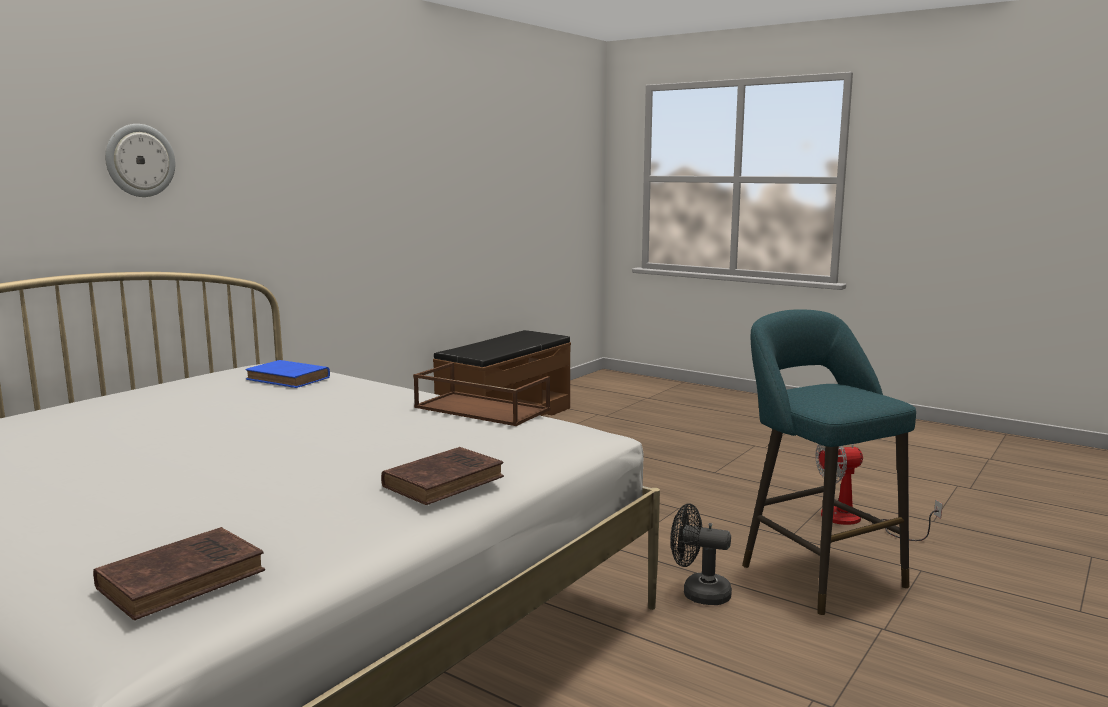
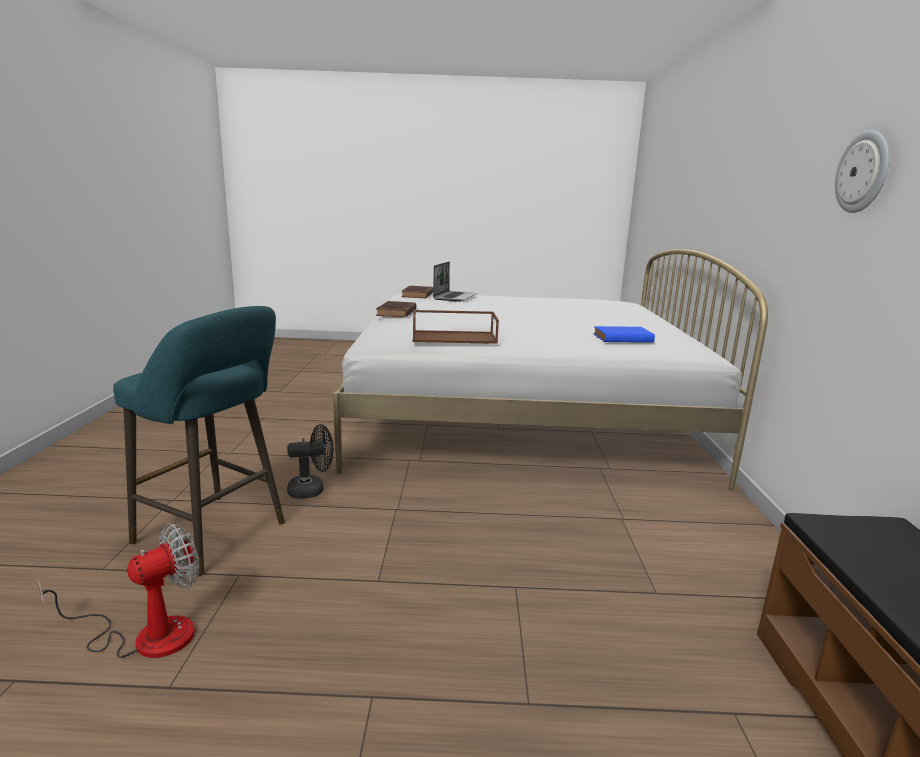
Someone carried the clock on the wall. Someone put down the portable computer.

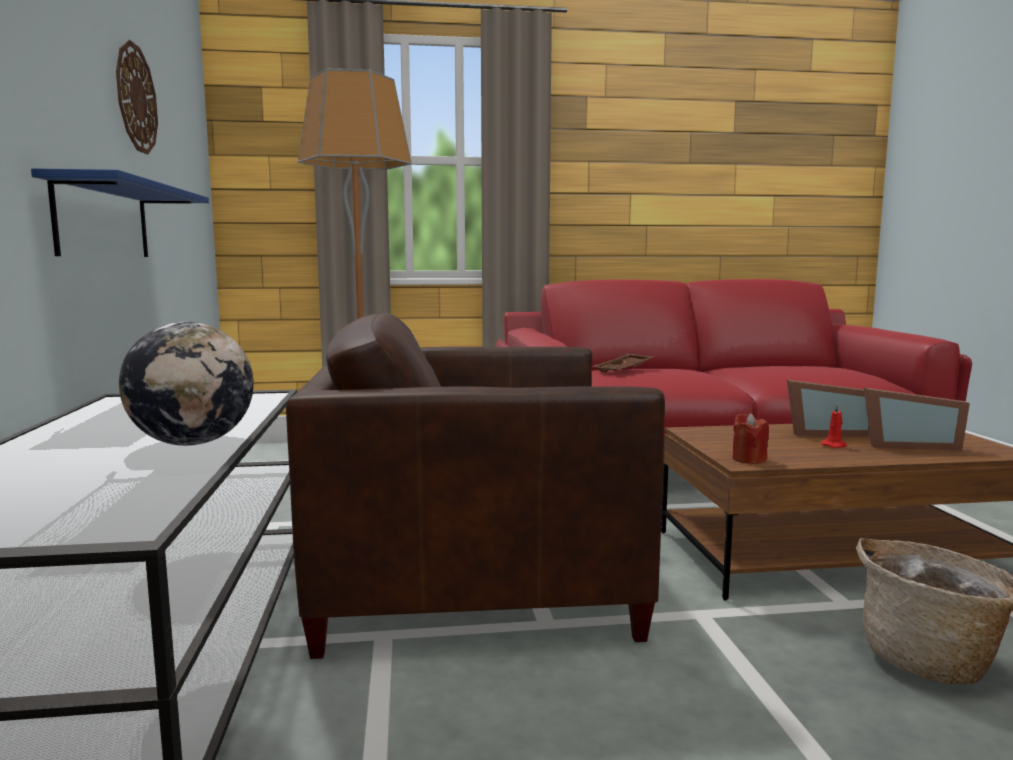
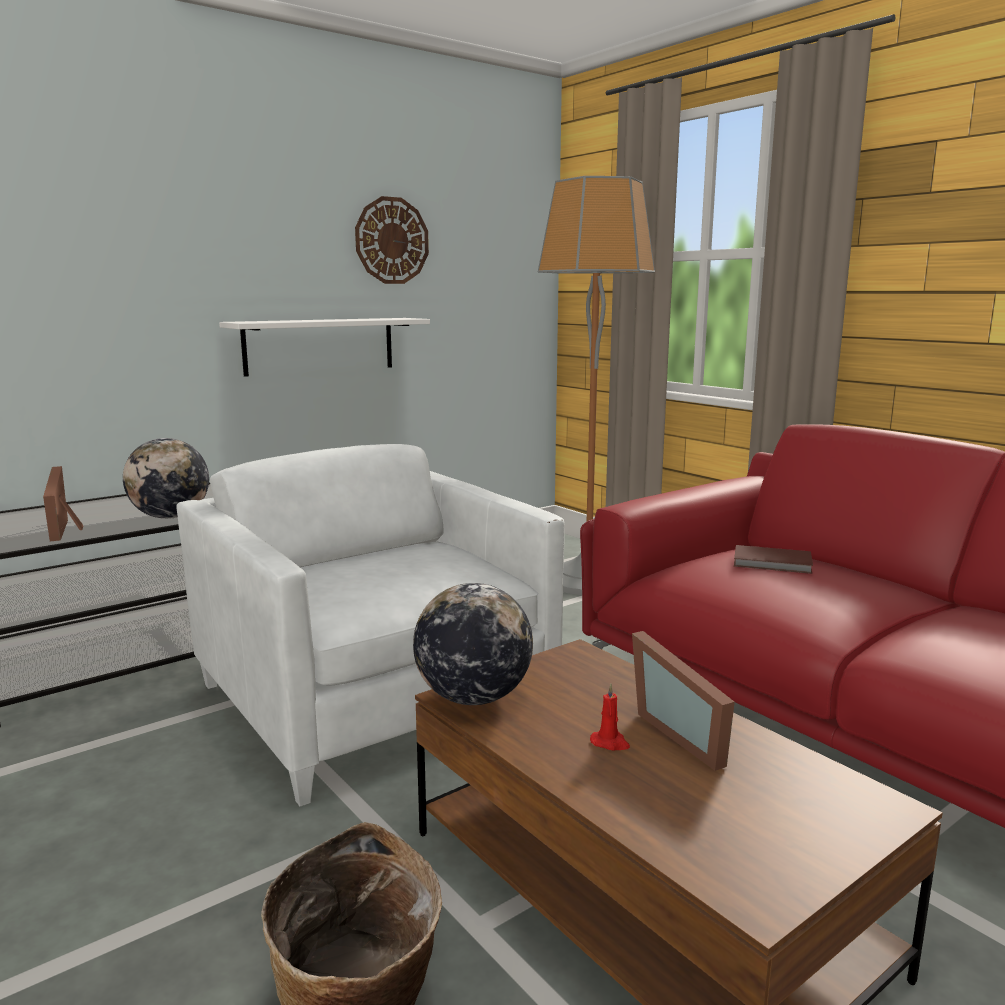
Someone repainted the shelf in blue, which became the shelf in white-coloured. Someone repainted the easy chair in brown-coloured, which became the easy chair in white-coloured. Someone swapped the tray in brown-coloured for the volume in brown-coloured. Someone carried the photo frame (2nd from left in the first image). Someone swapped the wax light in red-coloured (1st from left) for the desk globe (2nd from left).

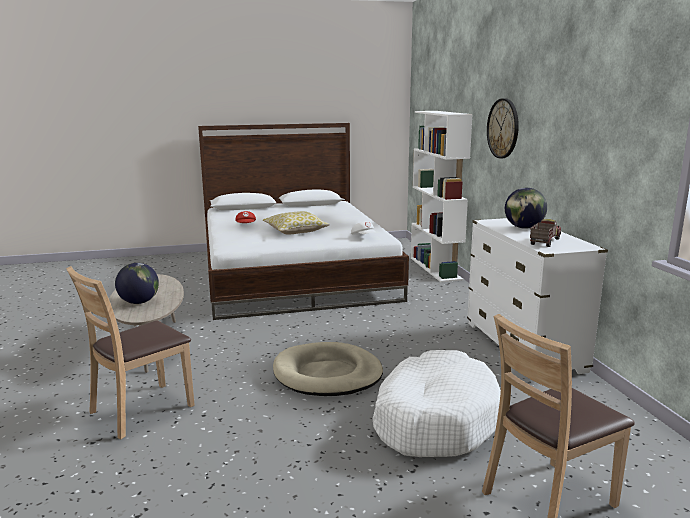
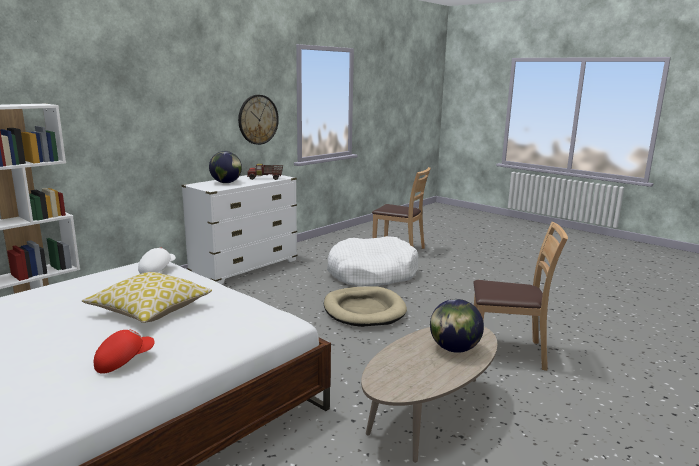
Someone carried the clock on the wall.

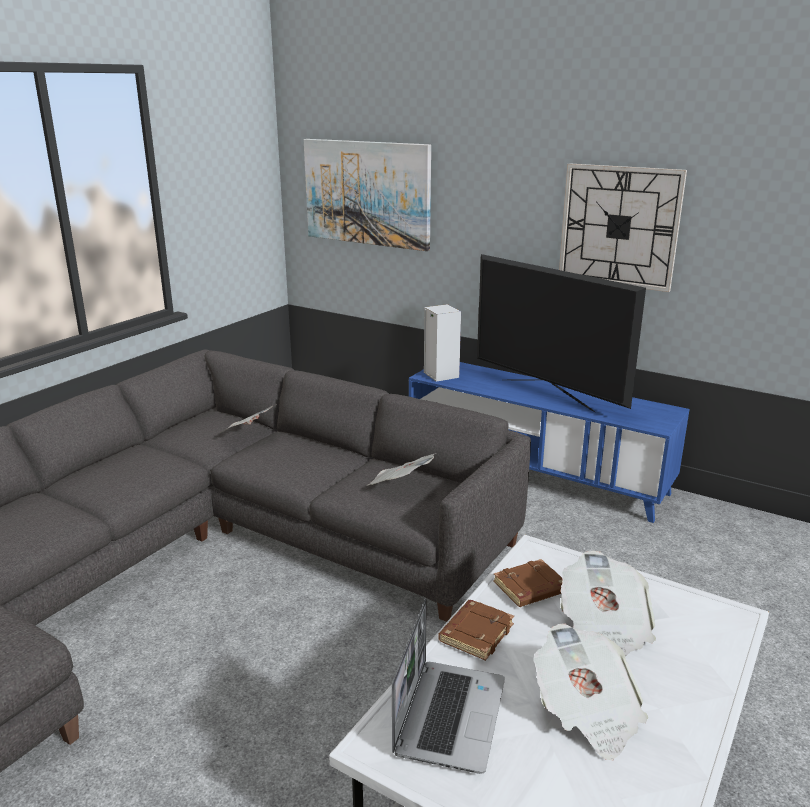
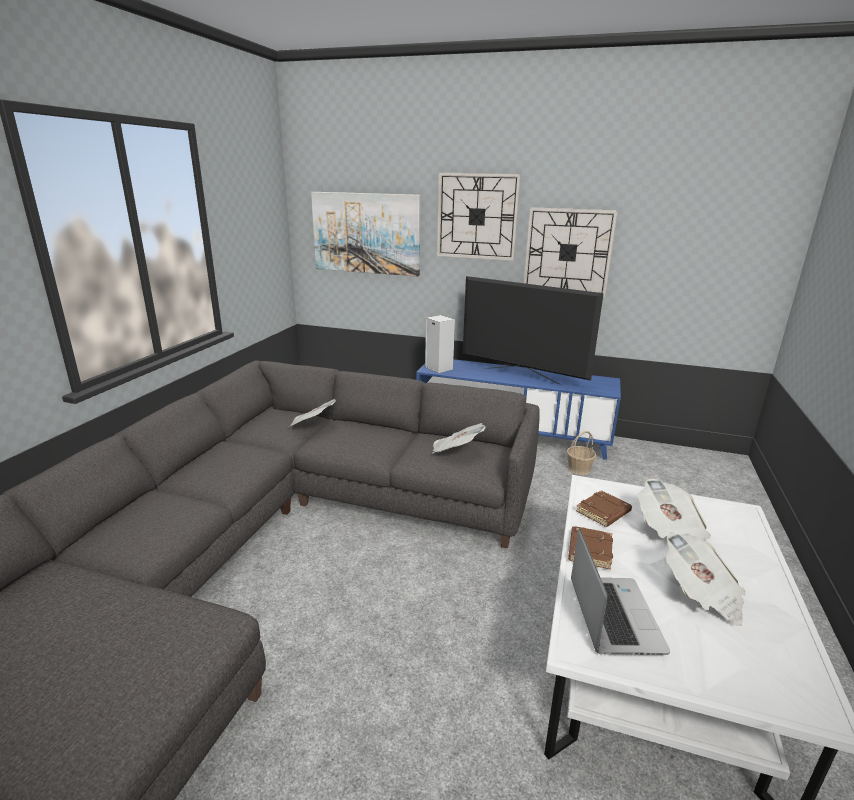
Someone put up the clock on the wall (1st from left). Someone put down the storage basket.

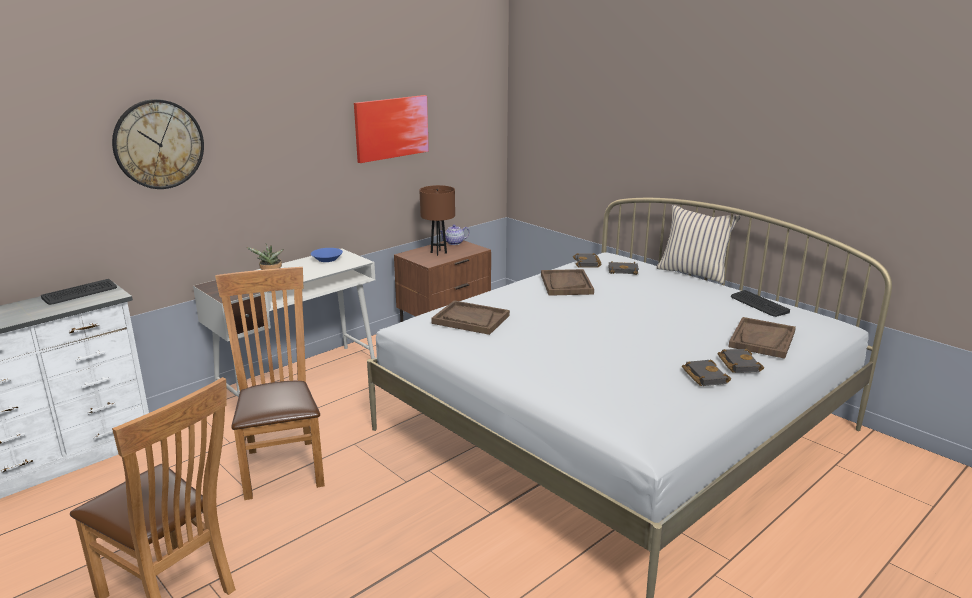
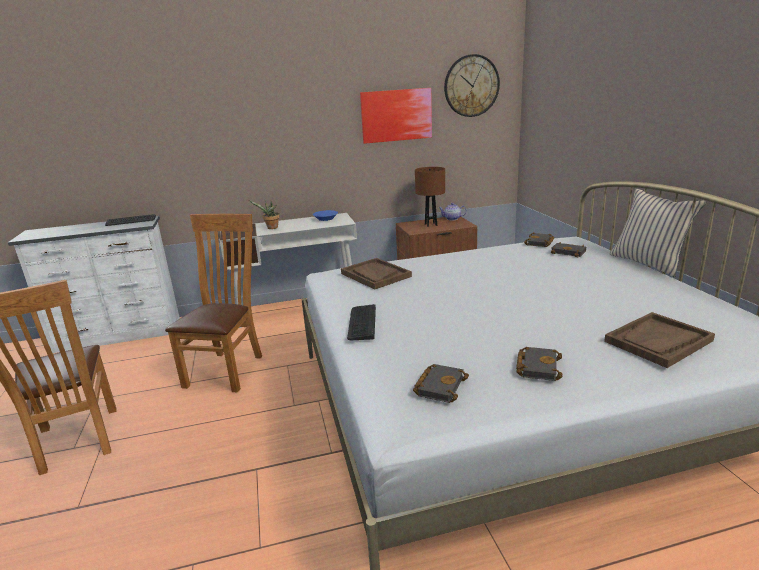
Someone carried the clock on the wall. Someone took away the tray in brown-coloured (2nd from left). Someone carried the keyboard (2nd from left). Someone carried the volume in black-coloured (4th from left in the first image).

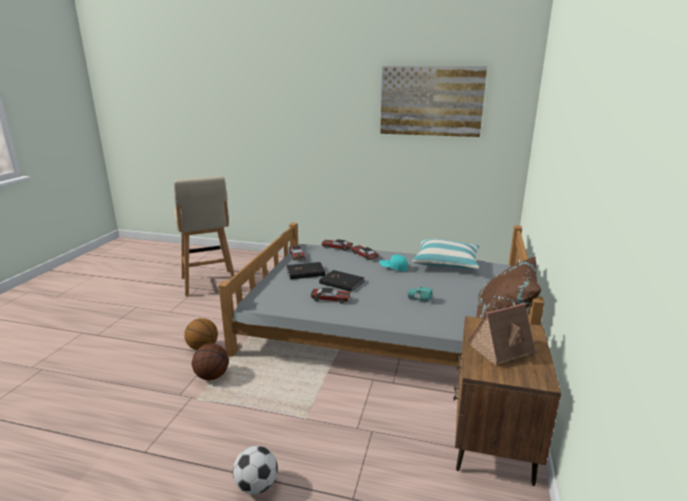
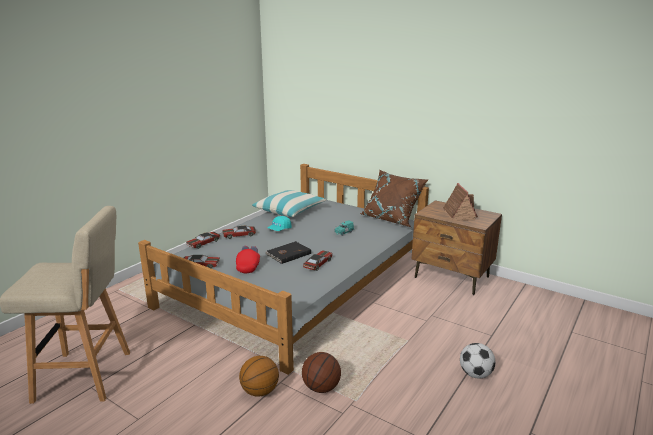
Someone took away the picture. Someone swapped the volume in black-coloured (1st from left) for the cap in red-coloured.

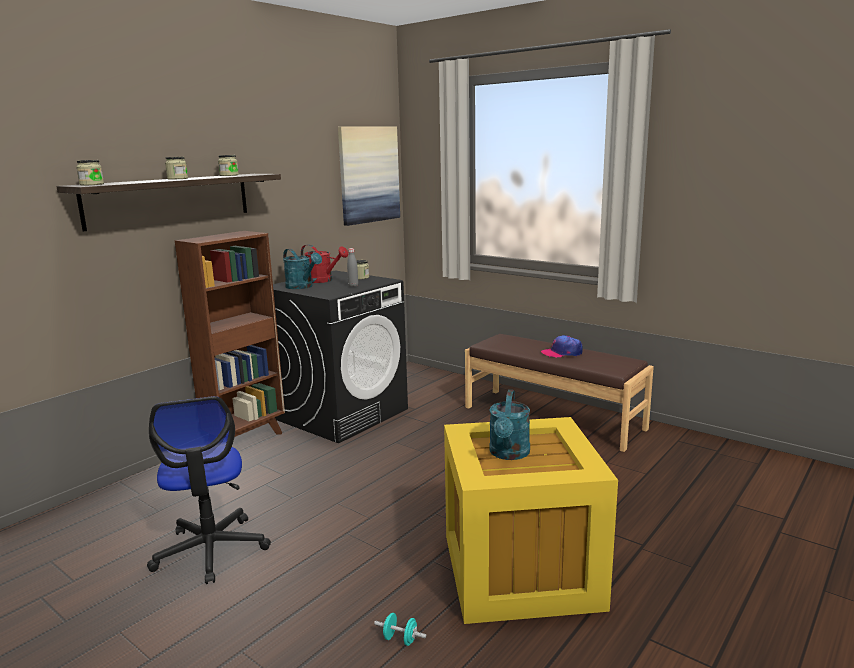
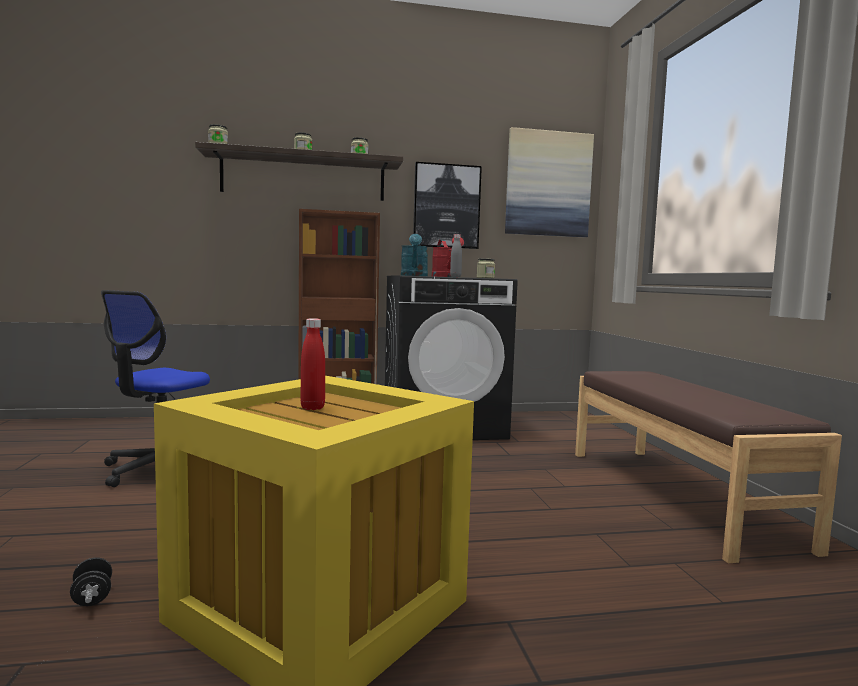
Someone took away the cap. Someone swapped the watering can in turquoise-coloured (2nd from left) for the beverage bottle in red-coloured. Someone repainted the hand weight in turquoise-coloured, which became the hand weight in black-coloured. Someone put up the picture (1st from left).

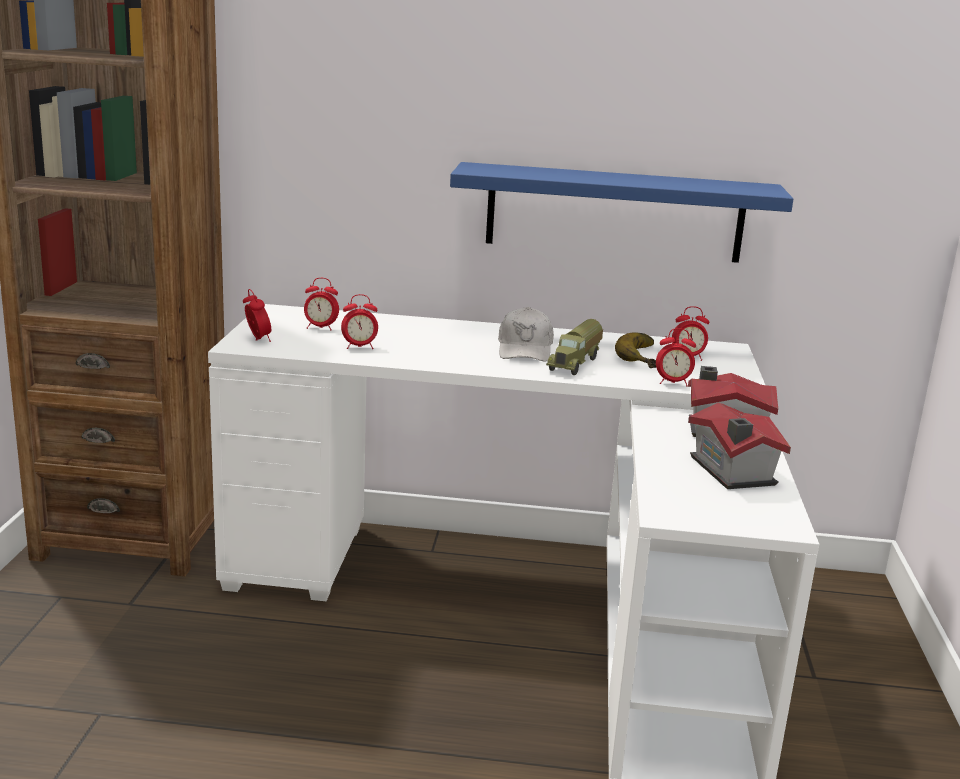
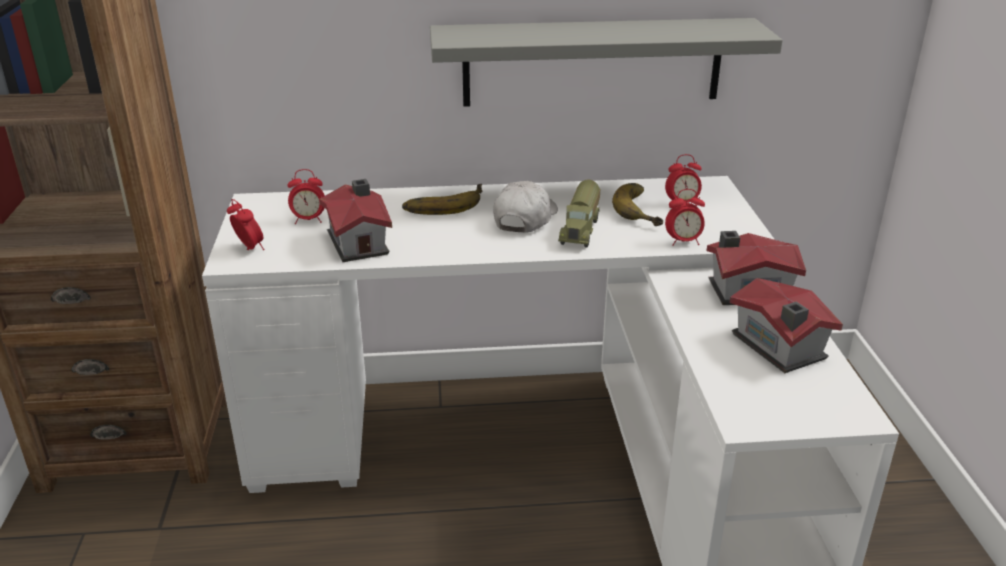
Someone repainted the shelf in blue, which became the shelf in greyish. Someone swapped the alarm clock (3rd from left) for the miniature house (1st from left). Someone rotated the cap in white-coloured by 150 degrees counterclockwise. Someone put down the banana fruit (1st from left).

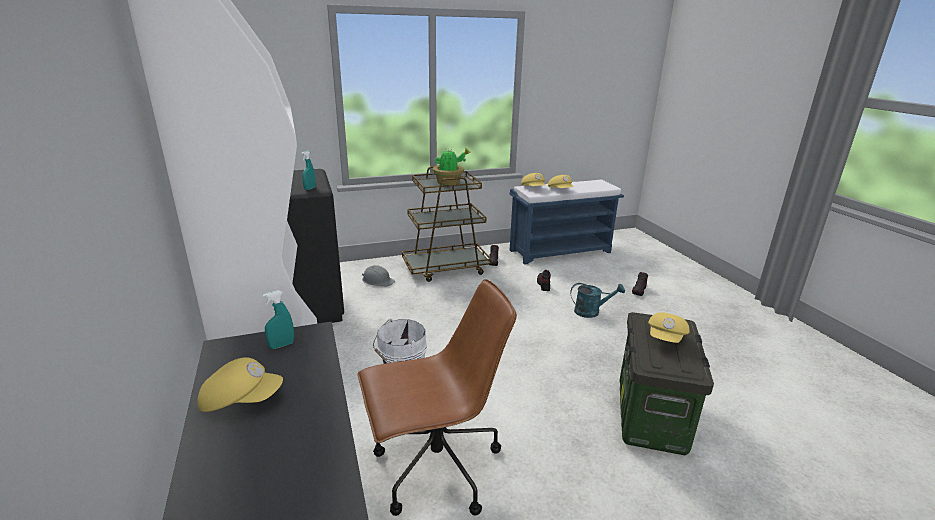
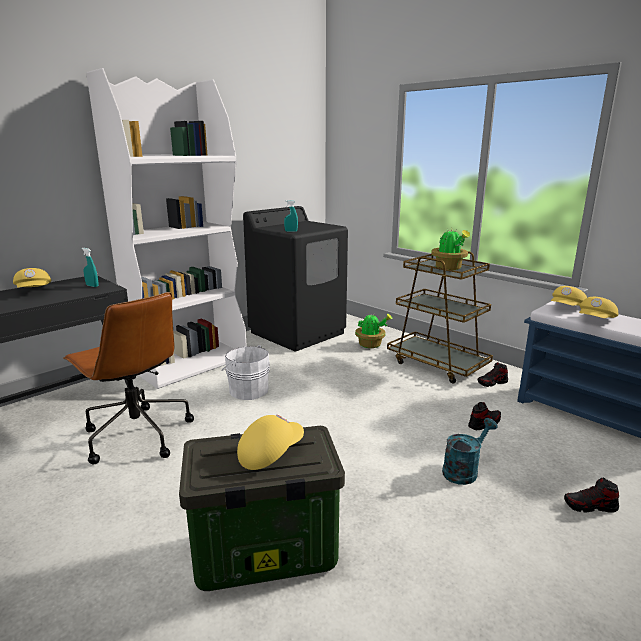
Someone swapped the work helmet in greyish for the plant in a pot (1st from left). Someone rotated the watering can in turquoise-coloured by 105 degrees counterclockwise. Someone rotated the cap in yellowish (4th from left in the first image) by 135 degrees clockwise.

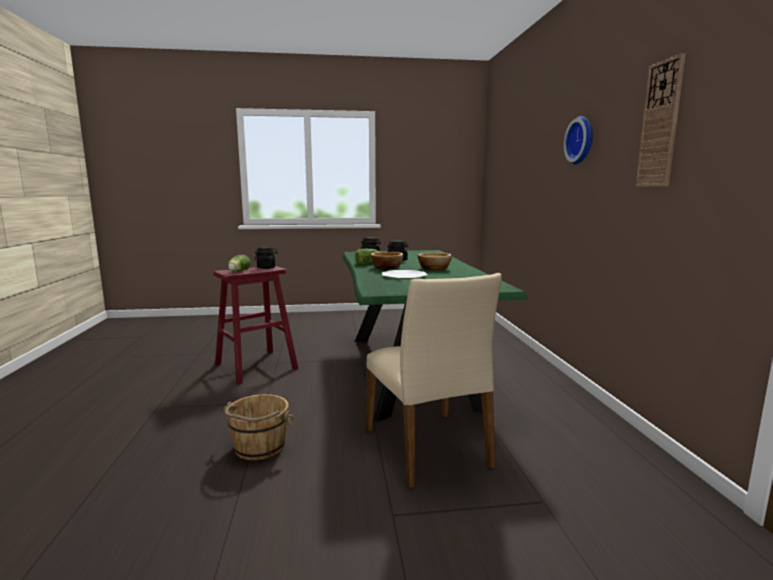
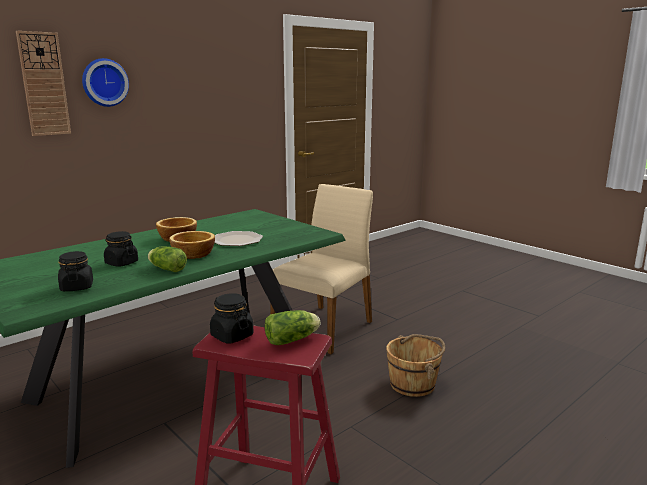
Someone carried the clock on the wall (2nd from left in the first image).

